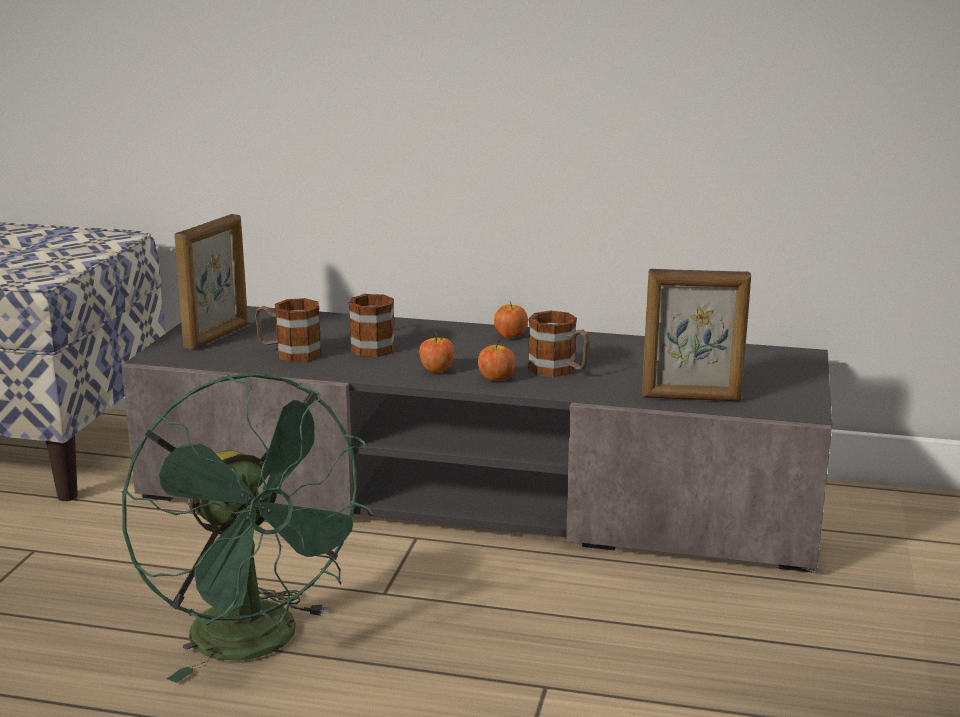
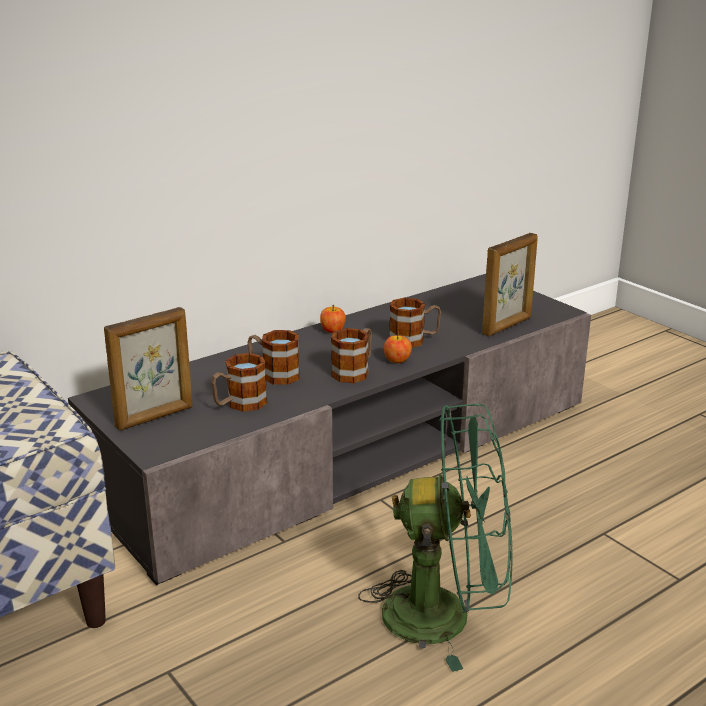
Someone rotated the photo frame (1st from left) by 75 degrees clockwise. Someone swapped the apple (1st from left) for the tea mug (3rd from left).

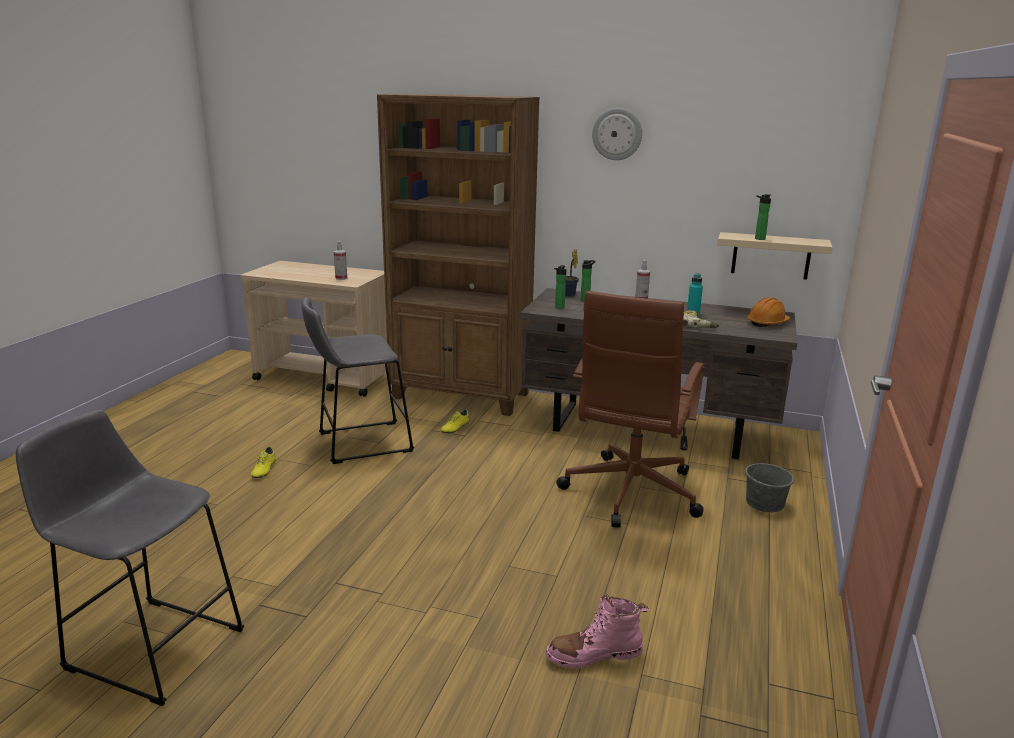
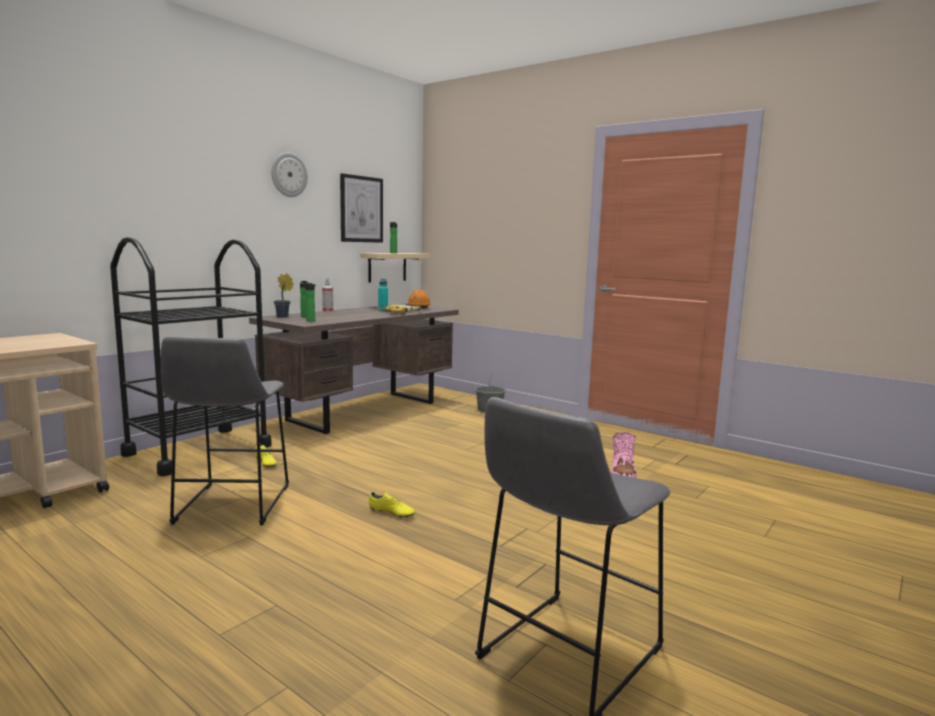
Someone swapped the bookcase in brown-coloured for the cart in black-coloured. Someone took away the hand sprayer (1st from left). Someone took away the computer chair in brown-coloured. Someone carried the item of footwear in yellowish (1st from left in the first image). Someone put up the picture.

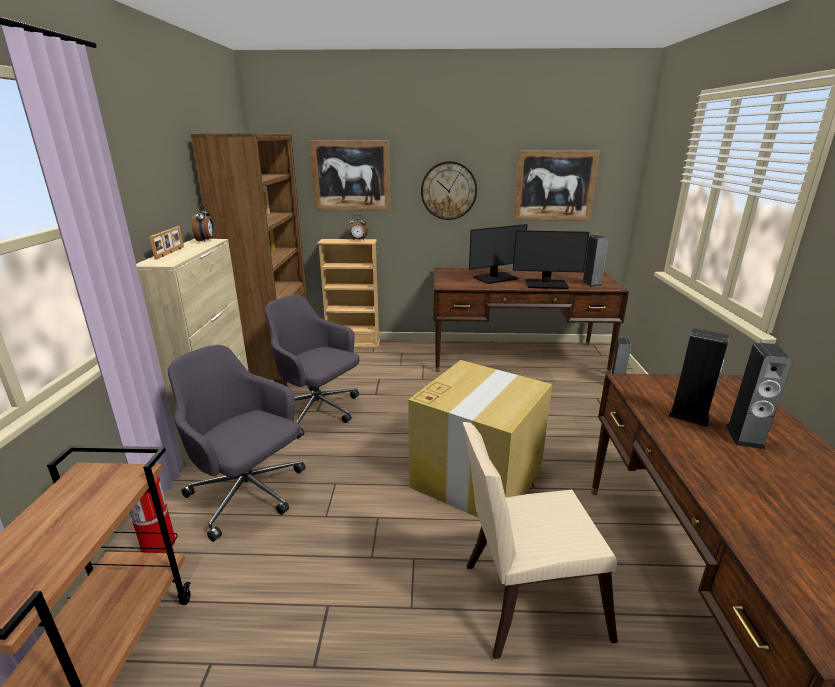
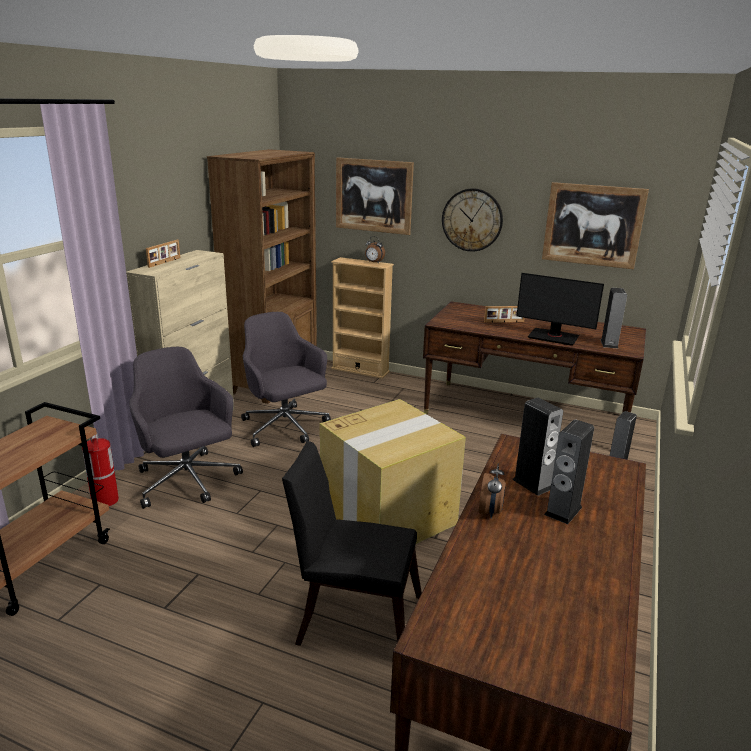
Someone carried the alarm clock (1st from left in the first image). Someone swapped the monitor (1st from left) for the photo frame (2nd from left). Someone repainted the plain chair in sand-coloured, which became the plain chair in black-coloured.

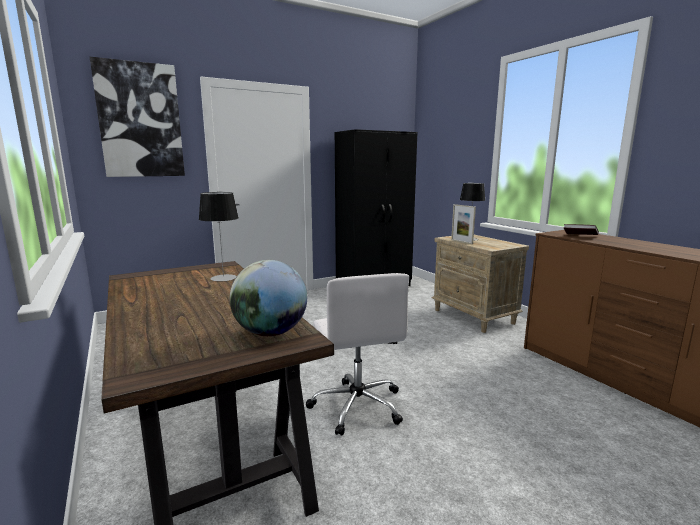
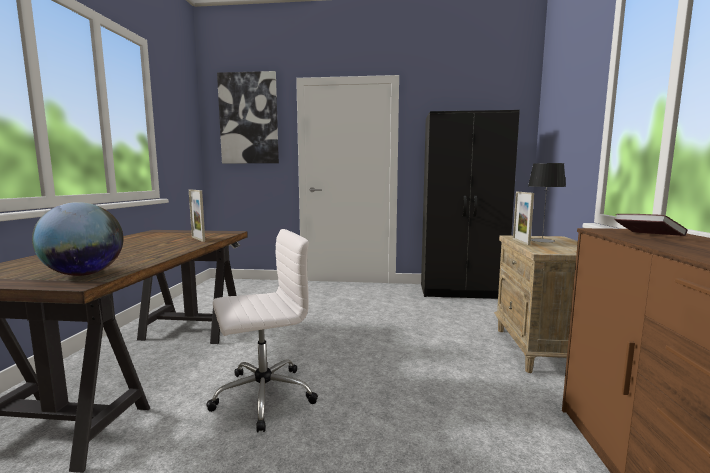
Someone swapped the lamp for a table (1st from left) for the photo frame (1st from left). Someone rotated the computer chair in white-coloured by 135 degrees counterclockwise.

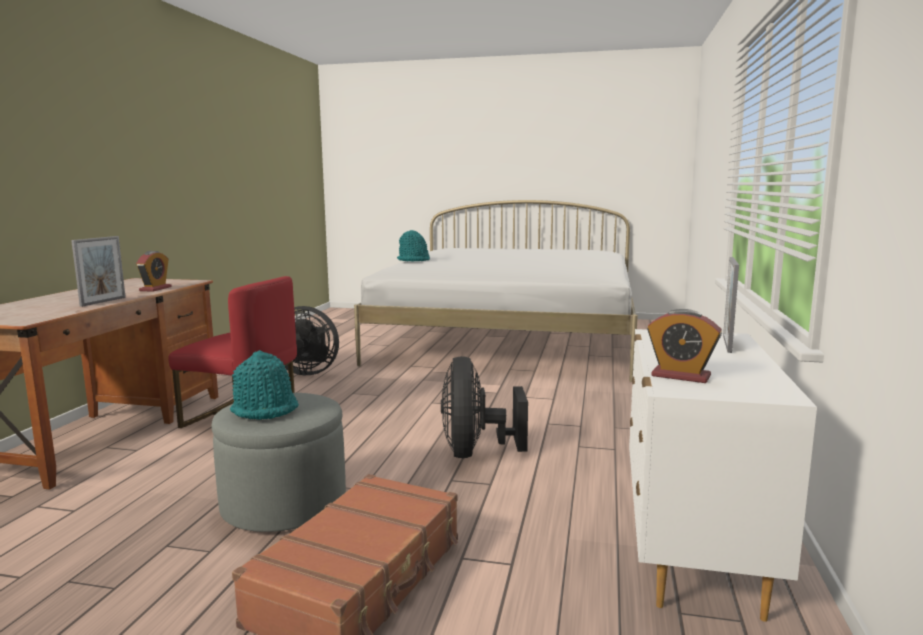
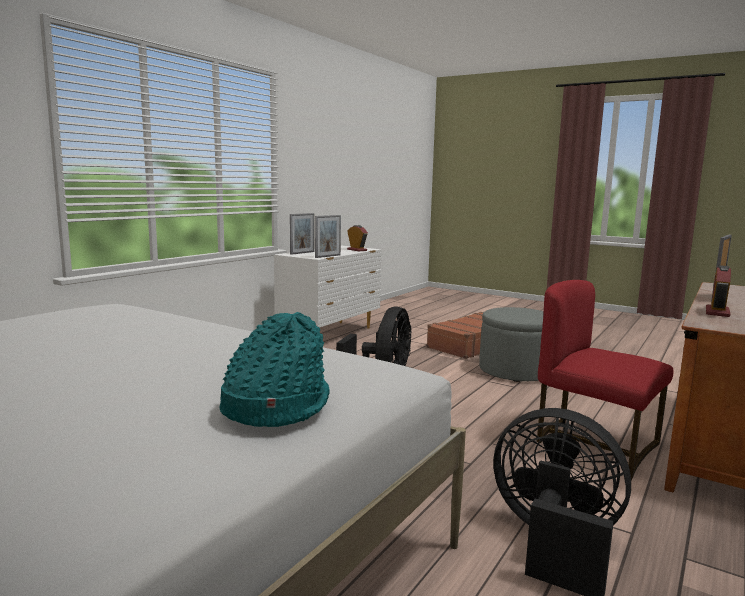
Someone took away the wearable hat in turquoise-coloured (1st from left). Someone put down the photo frame (2nd from left).

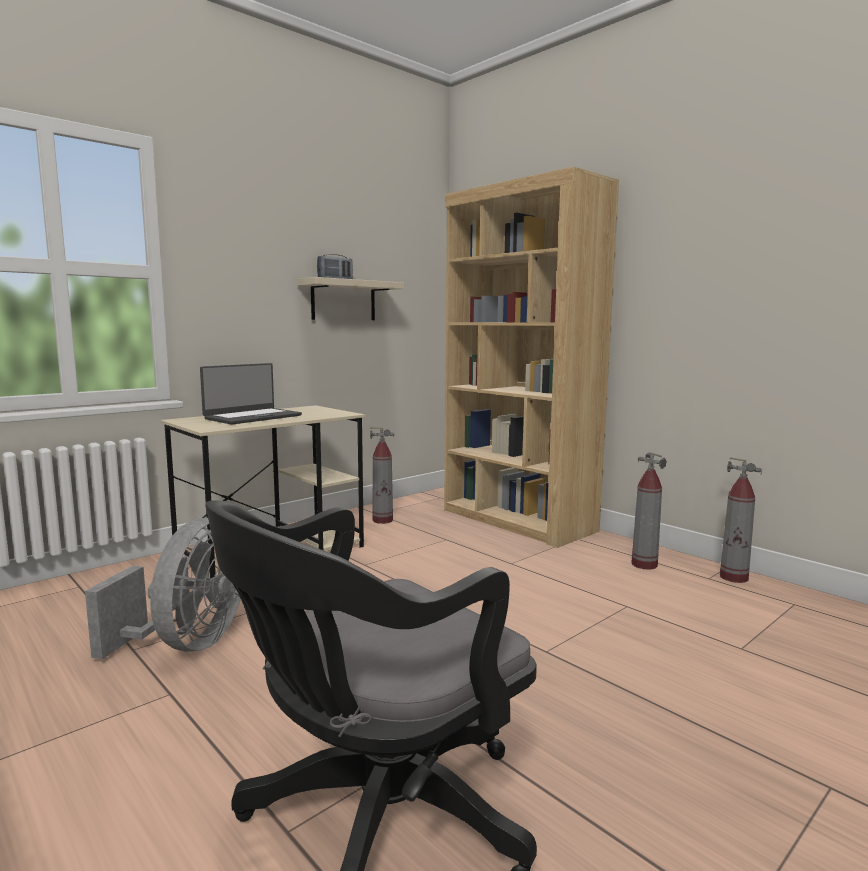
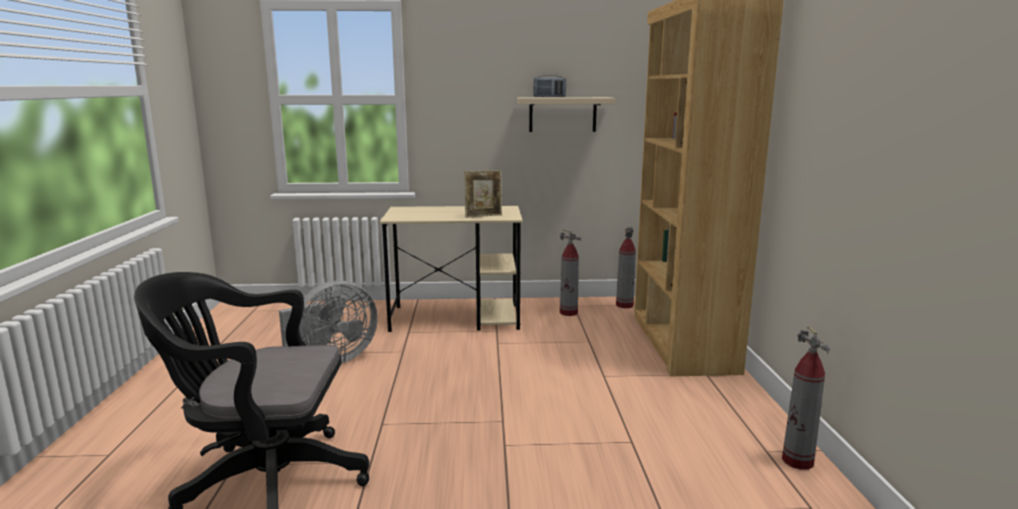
Someone took away the portable computer. Someone carried the fire extinguisher (2nd from left). Someone put down the photo frame.

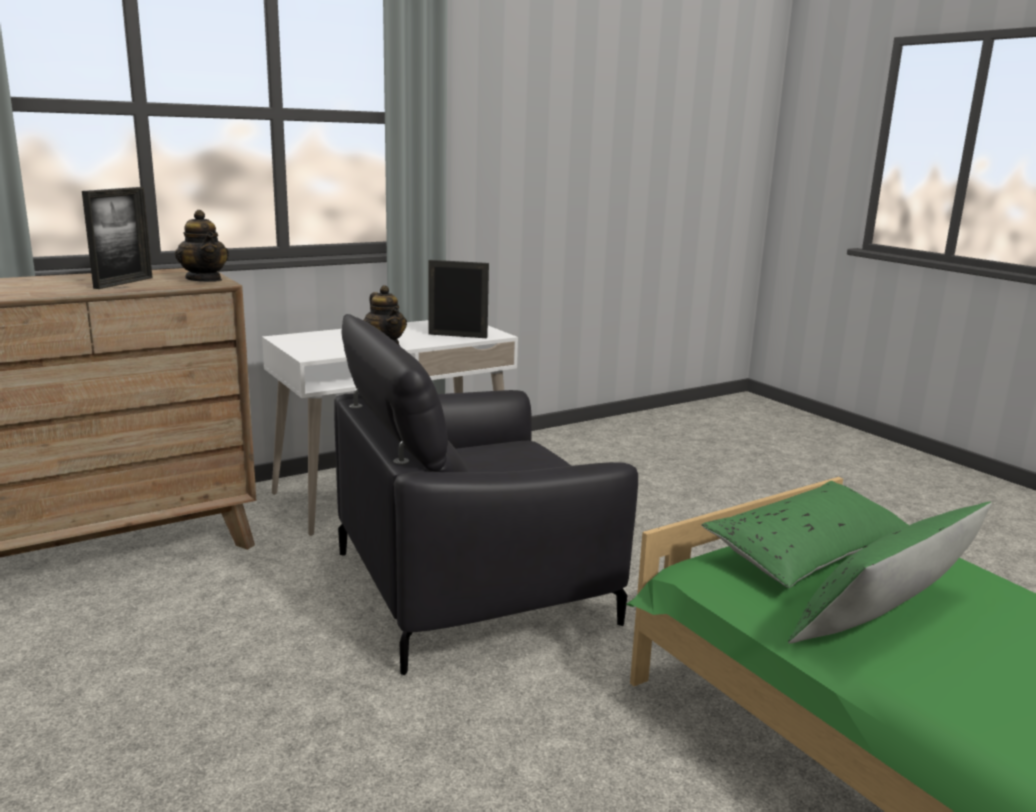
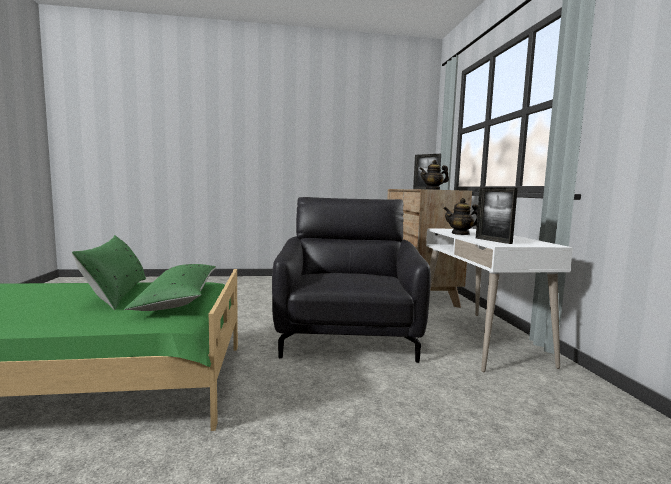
Someone rotated the photo frame (2nd from left) by 120 degrees clockwise.

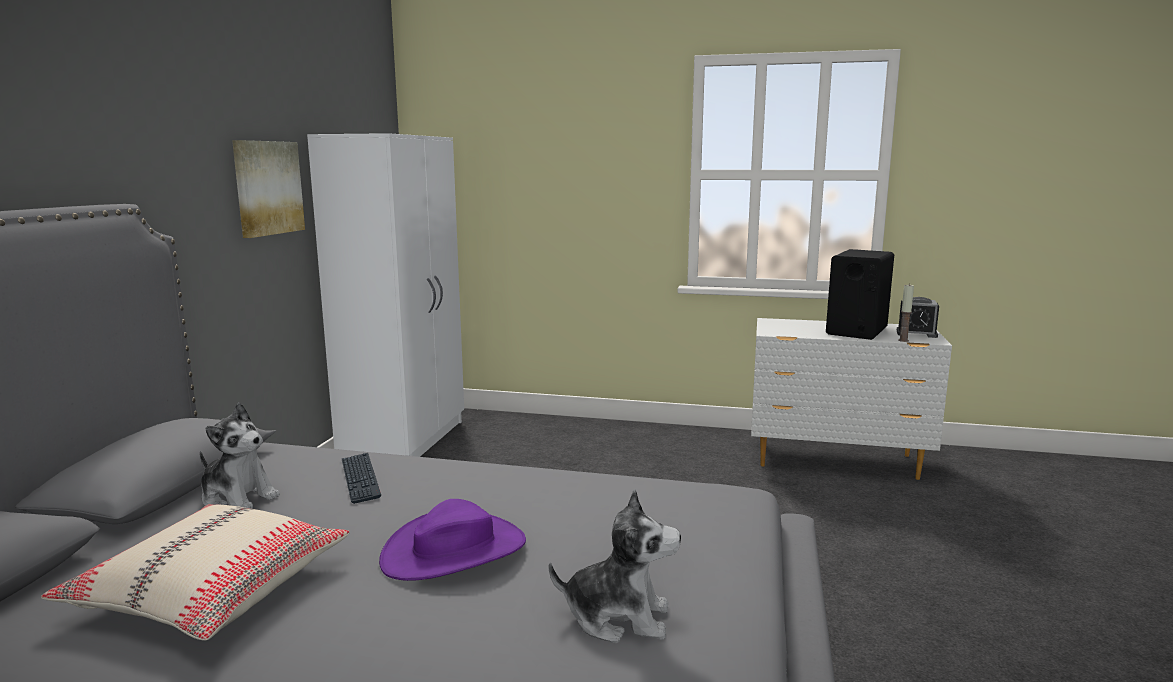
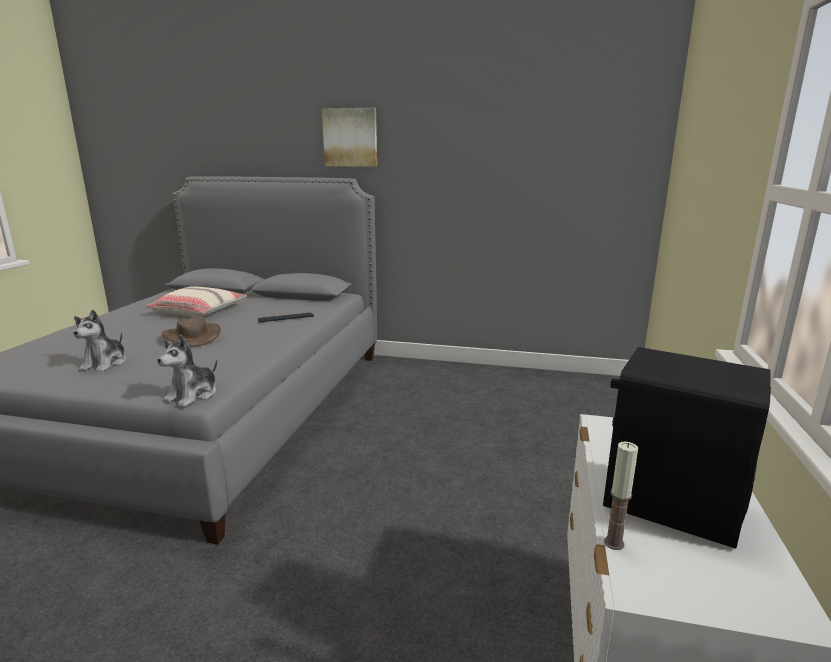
Someone took away the wardrobe in white-coloured. Someone carried the picture. Someone took away the alarm clock. Someone carried the plush toy (1st from left in the first image). Someone repainted the wearable hat in purplish, which became the wearable hat in brown-coloured.

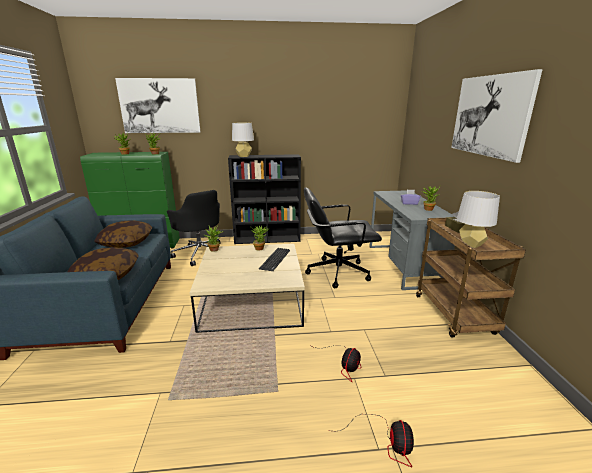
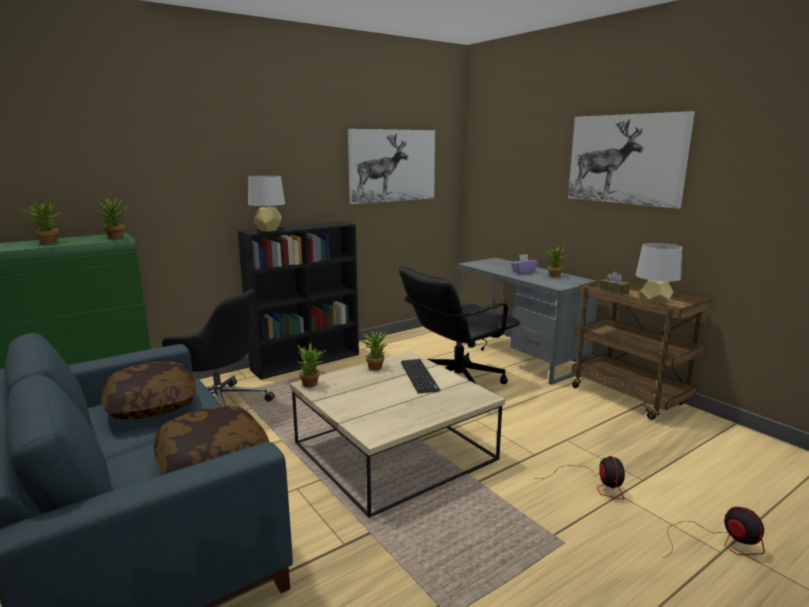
Someone carried the picture (1st from left).

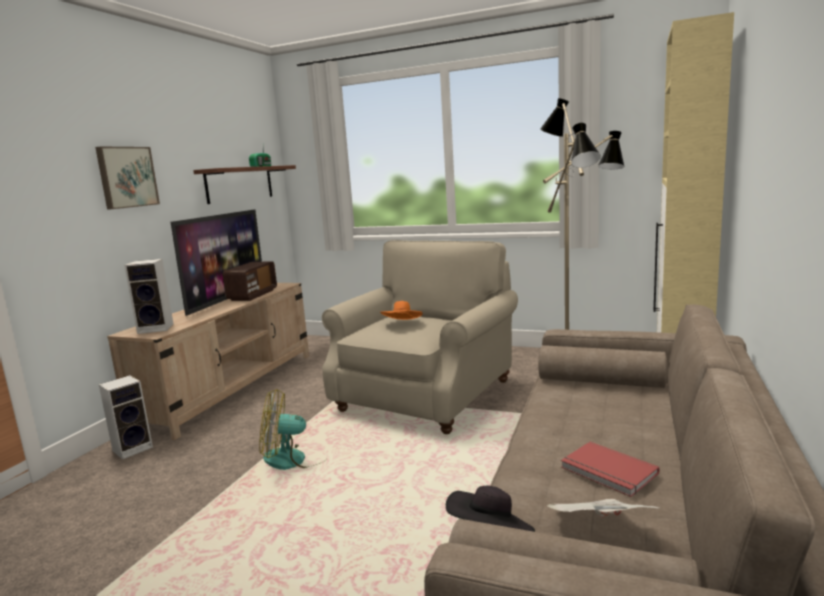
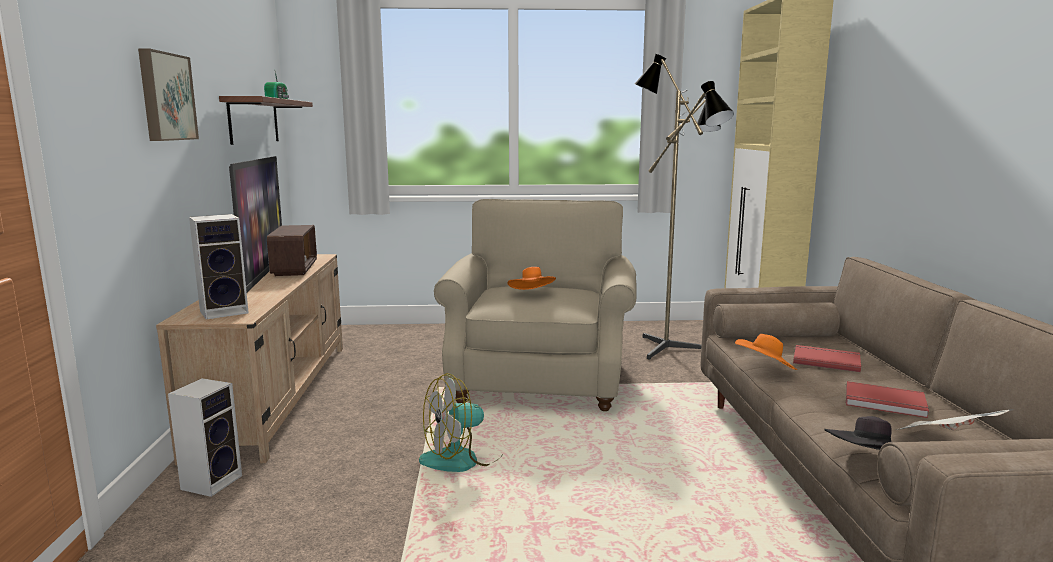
Someone put down the wearable hat in orange (2nd from left). Someone put down the volume in red-coloured (1st from left).

